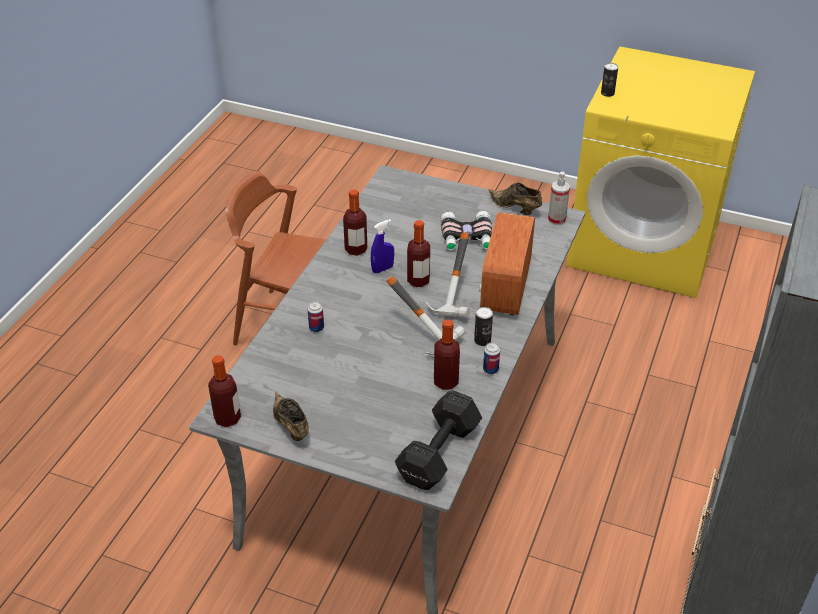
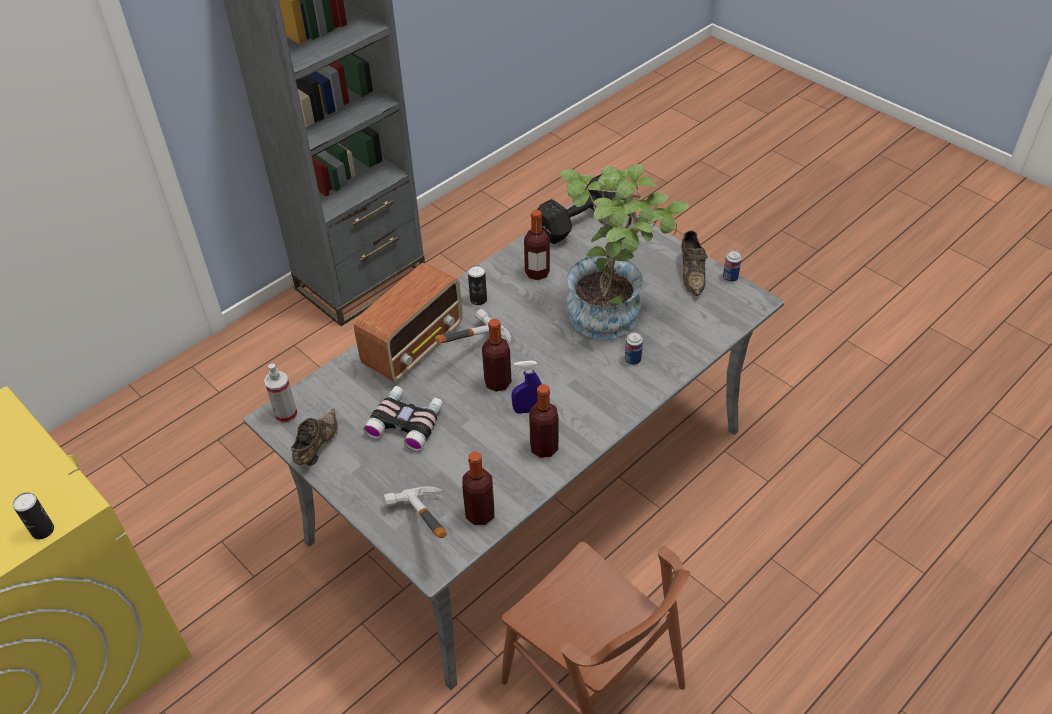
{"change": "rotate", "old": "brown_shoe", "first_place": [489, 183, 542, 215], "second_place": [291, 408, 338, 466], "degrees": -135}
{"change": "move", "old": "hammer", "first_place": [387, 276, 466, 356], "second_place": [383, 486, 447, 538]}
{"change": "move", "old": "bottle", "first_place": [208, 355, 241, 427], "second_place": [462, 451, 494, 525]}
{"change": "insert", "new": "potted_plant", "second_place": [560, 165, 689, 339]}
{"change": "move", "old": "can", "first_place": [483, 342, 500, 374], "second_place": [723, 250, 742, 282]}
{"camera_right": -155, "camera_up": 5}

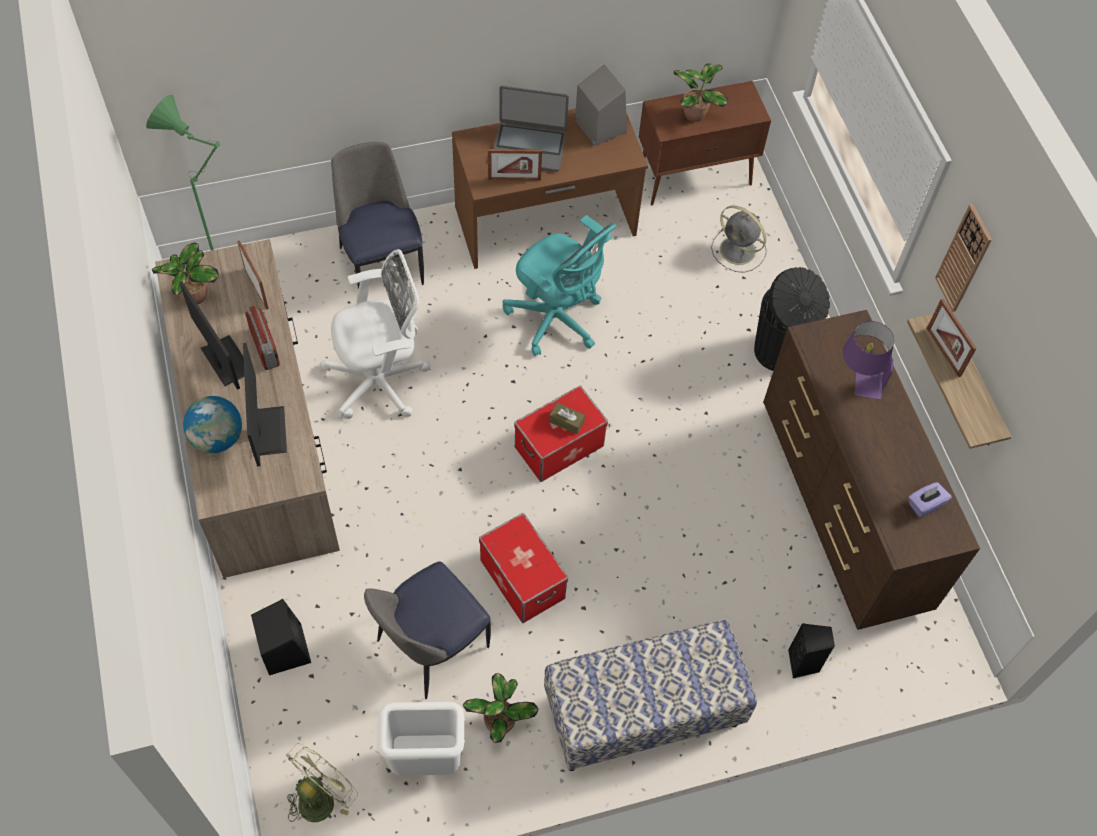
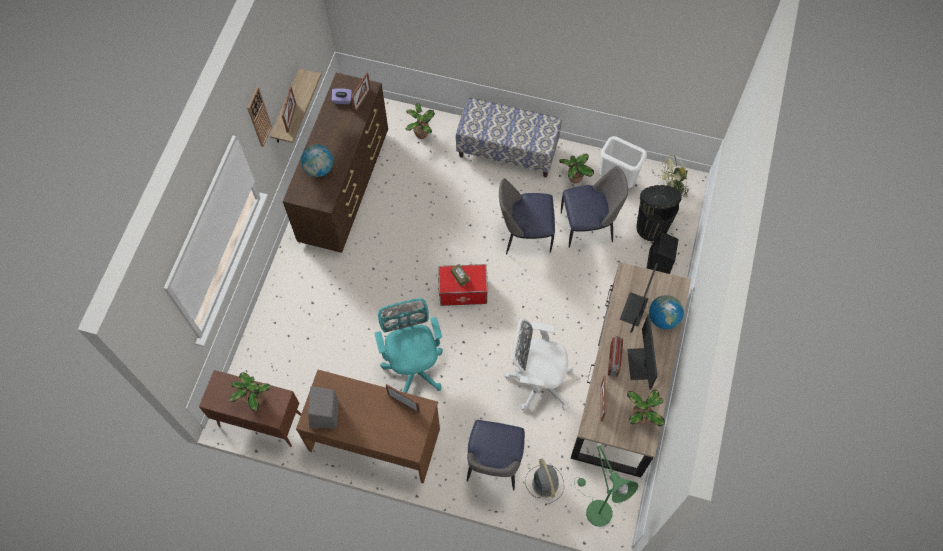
{"change": "replace", "old": "purple_table_lamp", "new": "globe", "first_place": [843, 321, 894, 400], "second_place": [301, 144, 333, 177]}
{"change": "insert", "new": "picture_frame", "second_place": [351, 72, 371, 113]}
{"change": "replace", "old": "black_speaker", "new": "potted_plant", "first_place": [788, 623, 835, 679], "second_place": [406, 103, 435, 139]}
{"change": "replace", "old": "storage_box", "new": "chair", "first_place": [479, 513, 568, 623], "second_place": [499, 178, 555, 255]}
{"change": "move", "old": "grey_fan", "first_place": [711, 205, 766, 273], "second_place": [525, 458, 564, 506]}
{"change": "move", "old": "black_trash_can", "first_place": [754, 267, 830, 371], "second_place": [636, 185, 682, 241]}
{"change": "delete", "old": "laptop", "first_place": [494, 86, 569, 172]}
{"camera_right": -145, "camera_up": 5}

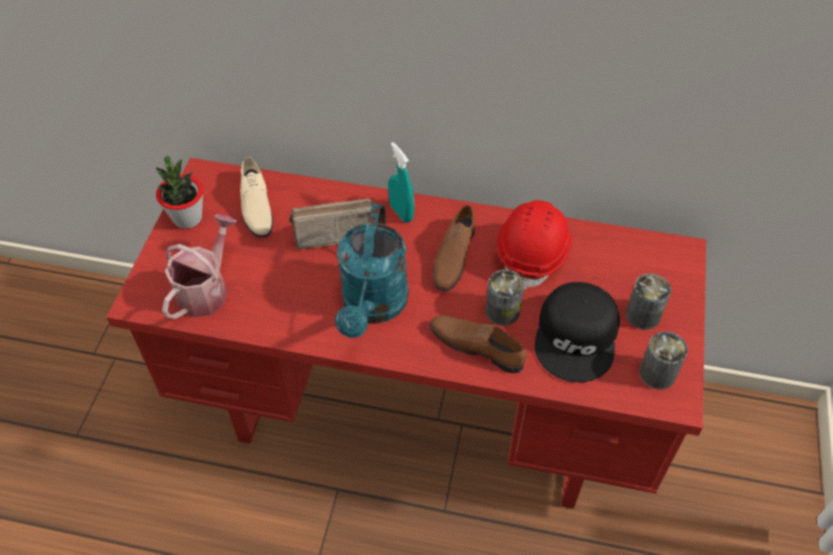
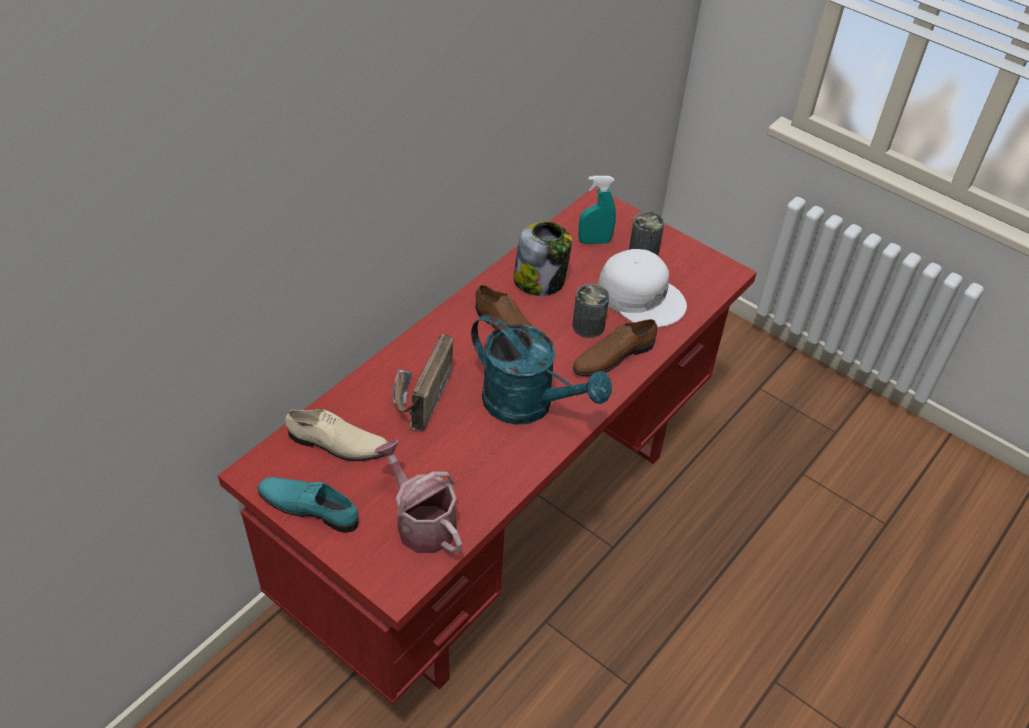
{"change": "replace", "old": "potted_plant", "new": "turquoise_shoe", "first_place": [156, 156, 203, 229], "second_place": [257, 477, 359, 533]}
{"change": "replace", "old": "red_hard_hat", "new": "jar", "first_place": [497, 200, 572, 290], "second_place": [513, 221, 572, 296]}
{"change": "move", "old": "turquoise_spray_bottle", "first_place": [388, 142, 414, 223], "second_place": [578, 176, 616, 244]}
{"change": "recolor", "old": "black_cap", "new": "white_cap", "first_place": [535, 282, 620, 382], "second_place": [598, 249, 687, 327]}
{"change": "delete", "old": "can", "first_place": [639, 332, 688, 389]}
{"camera_right": -65, "camera_up": -5}

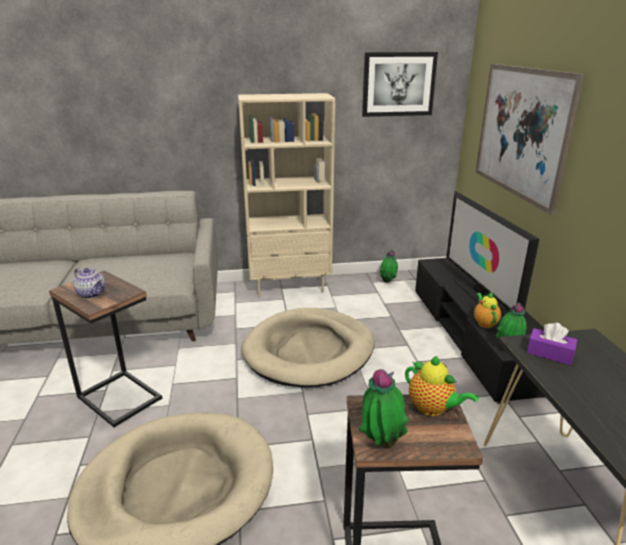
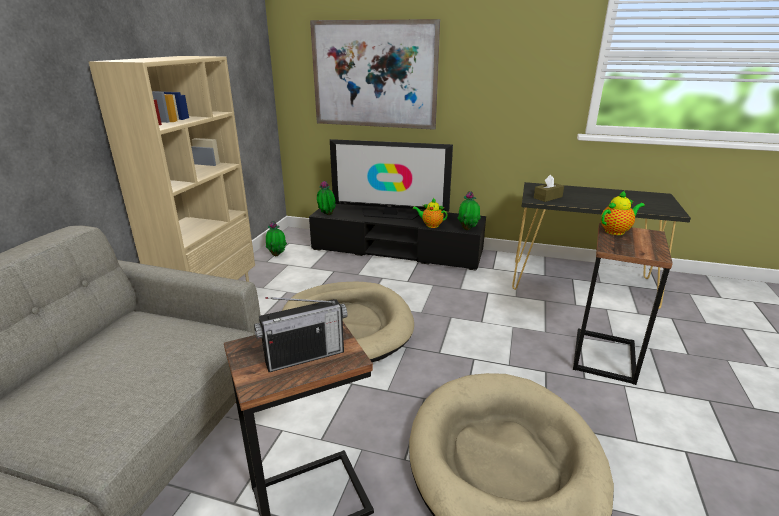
{"change": "replace", "old": "teapot", "new": "radio", "first_place": [73, 268, 105, 298], "second_place": [254, 297, 347, 372]}
{"change": "move", "old": "potted_plant", "first_place": [359, 369, 409, 448], "second_place": [317, 181, 336, 215]}
{"change": "recolor", "old": "purple_tissue_box", "new": "brown_tissue_box", "first_place": [527, 323, 577, 365], "second_place": [534, 175, 564, 202]}
{"change": "delete", "old": "picture", "first_place": [362, 52, 438, 117]}
{"camera_right": -65, "camera_up": 0}

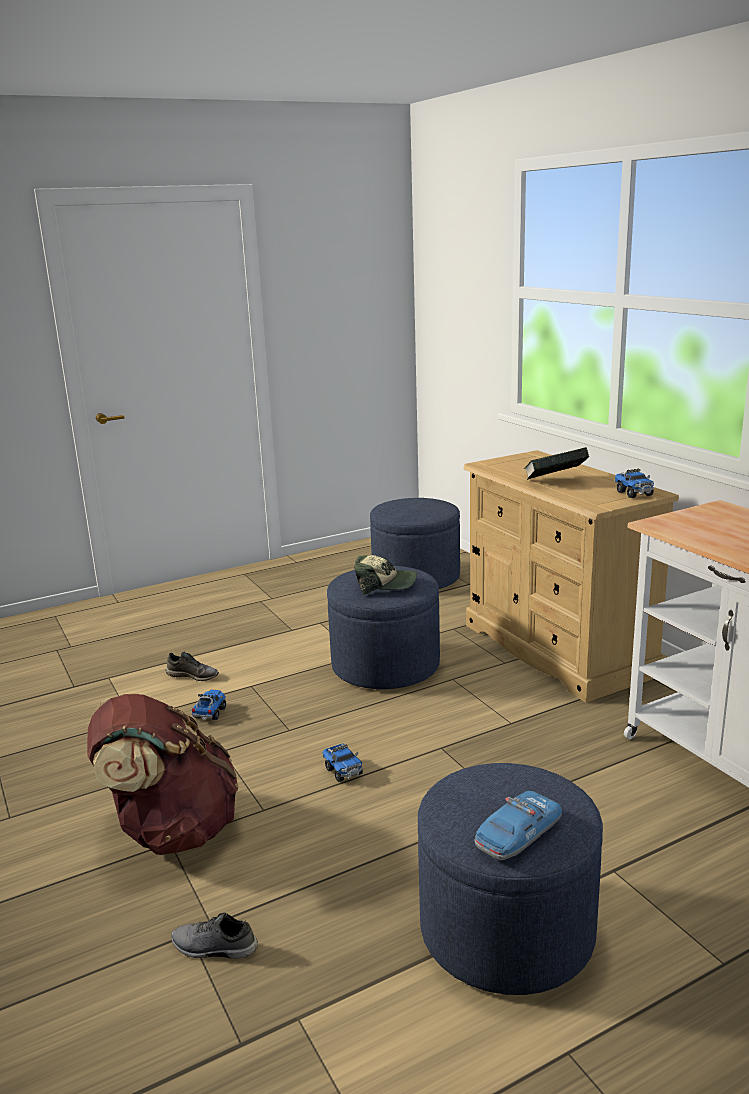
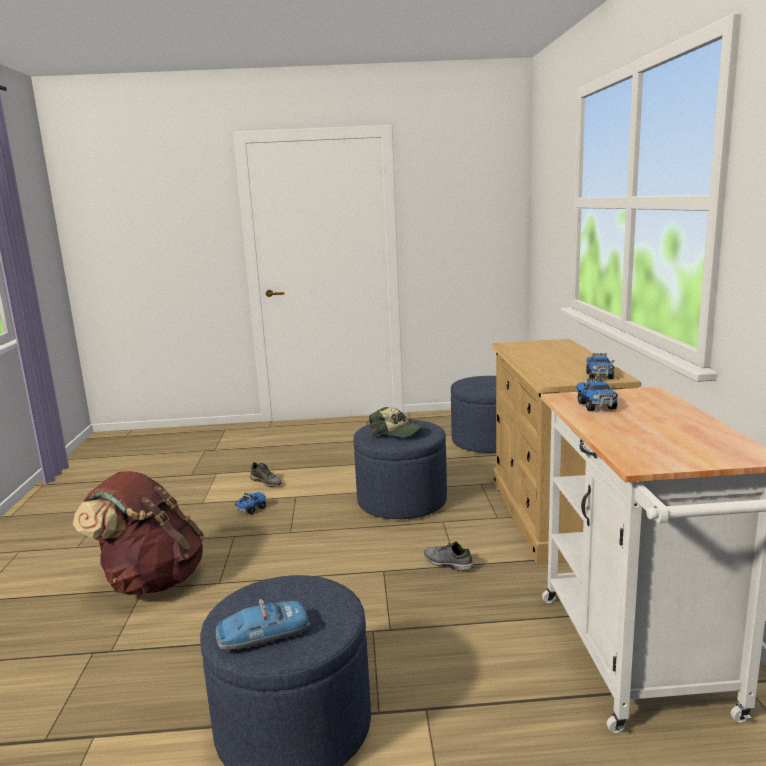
{"change": "move", "old": "grey_shoe", "first_place": [171, 912, 258, 959], "second_place": [424, 541, 474, 571]}
{"change": "move", "old": "toy_truck", "first_place": [322, 743, 363, 782], "second_place": [576, 377, 618, 411]}
{"change": "delete", "old": "book", "first_place": [524, 447, 589, 480]}
{"camera_right": 25, "camera_up": -5}

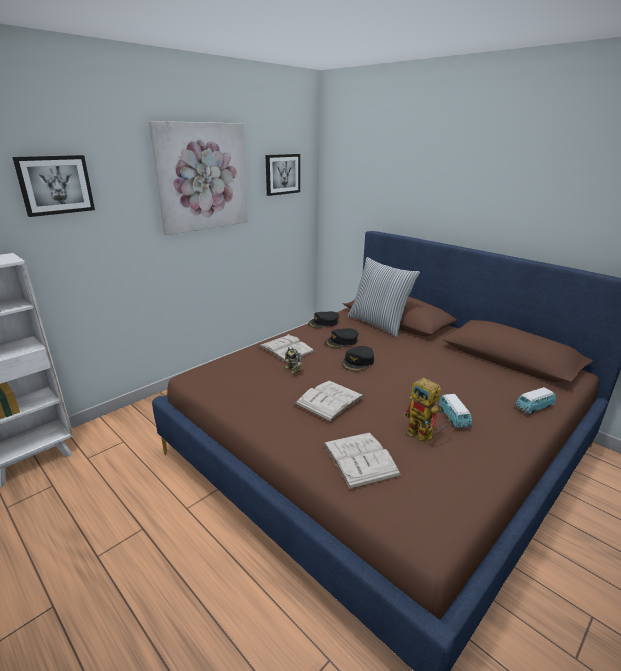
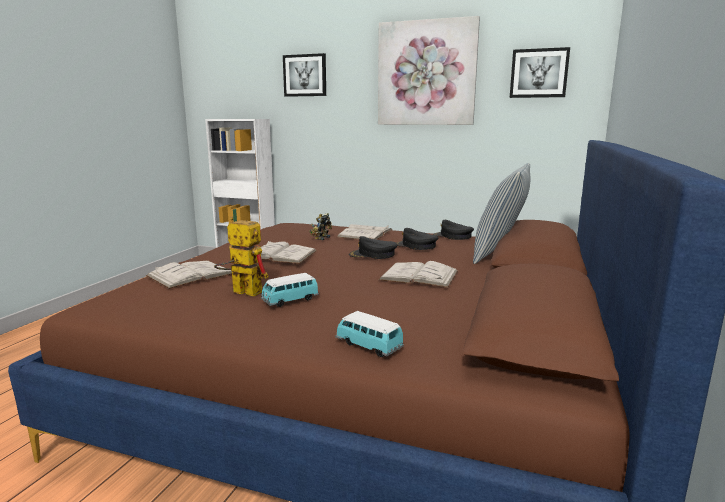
{"change": "rotate", "old": "toy_robot", "first_place": [404, 377, 450, 443], "second_place": [214, 217, 269, 297], "degrees": 90}
{"change": "insert", "new": "white_book", "second_place": [379, 261, 458, 288]}
{"camera_right": 65, "camera_up": -10}

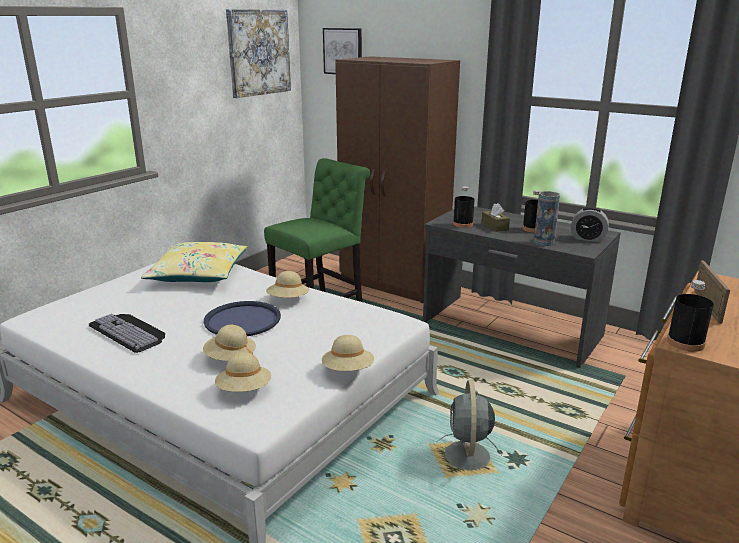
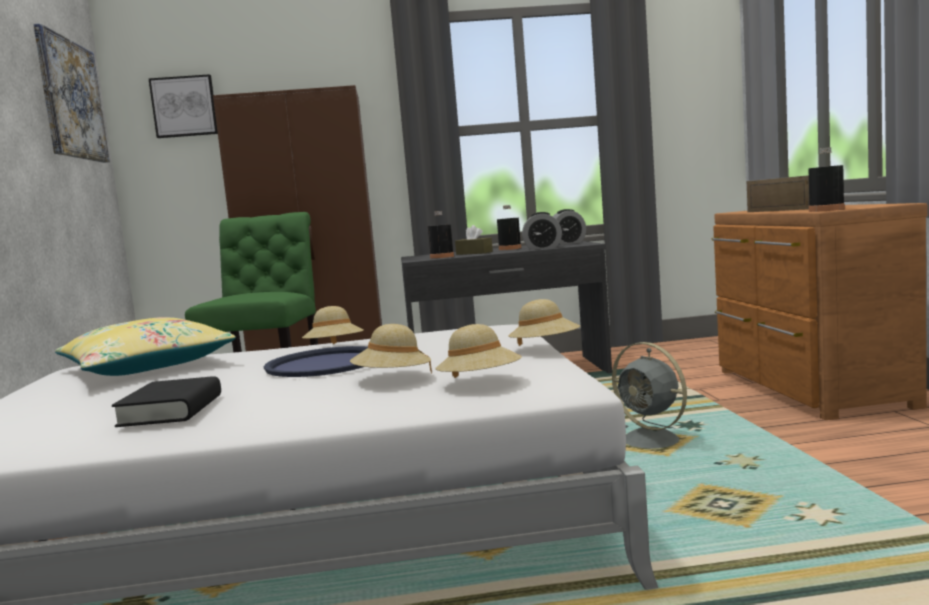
{"change": "replace", "old": "keyboard", "new": "black_book", "first_place": [89, 314, 165, 353], "second_place": [112, 376, 221, 427]}
{"change": "replace", "old": "vase", "new": "alarm_clock", "first_place": [534, 191, 560, 246], "second_place": [522, 212, 562, 250]}
{"camera_right": -40, "camera_up": -15}

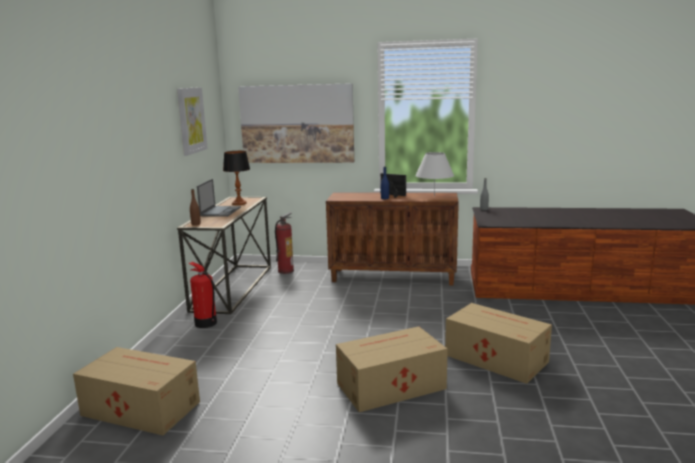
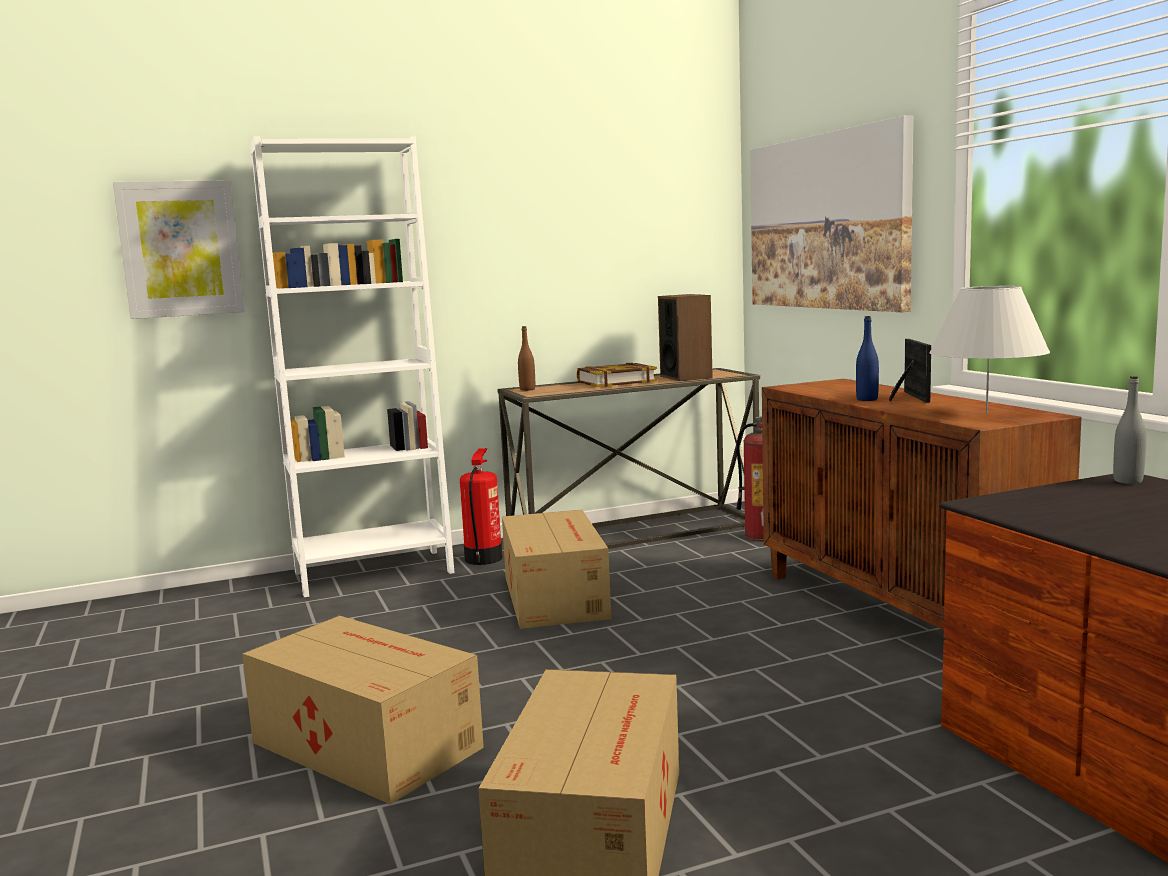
{"change": "move", "old": "picture", "first_place": [177, 87, 208, 156], "second_place": [113, 180, 245, 319]}
{"change": "insert", "new": "white_bookcase", "second_place": [251, 136, 455, 597]}
{"change": "move", "old": "cardboard_box", "first_place": [73, 347, 200, 435], "second_place": [502, 510, 611, 629]}
{"change": "replace", "old": "laptop", "new": "book", "first_place": [197, 179, 241, 217], "second_place": [577, 363, 658, 387]}
{"change": "replace", "old": "table_lamp", "new": "speaker", "first_place": [223, 151, 250, 205], "second_place": [658, 294, 713, 381]}
{"camera_right": 60, "camera_up": -5}

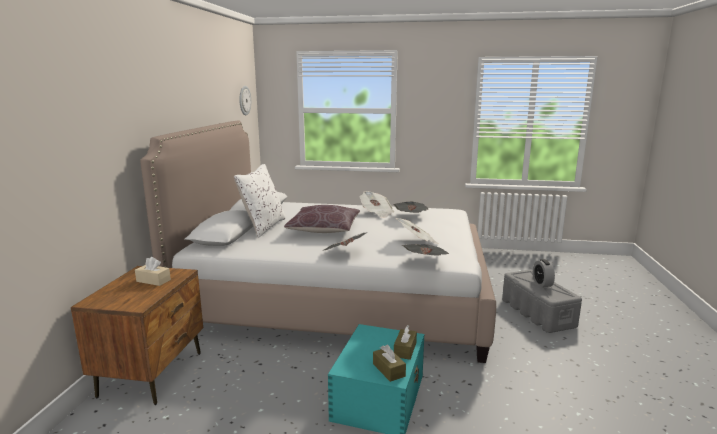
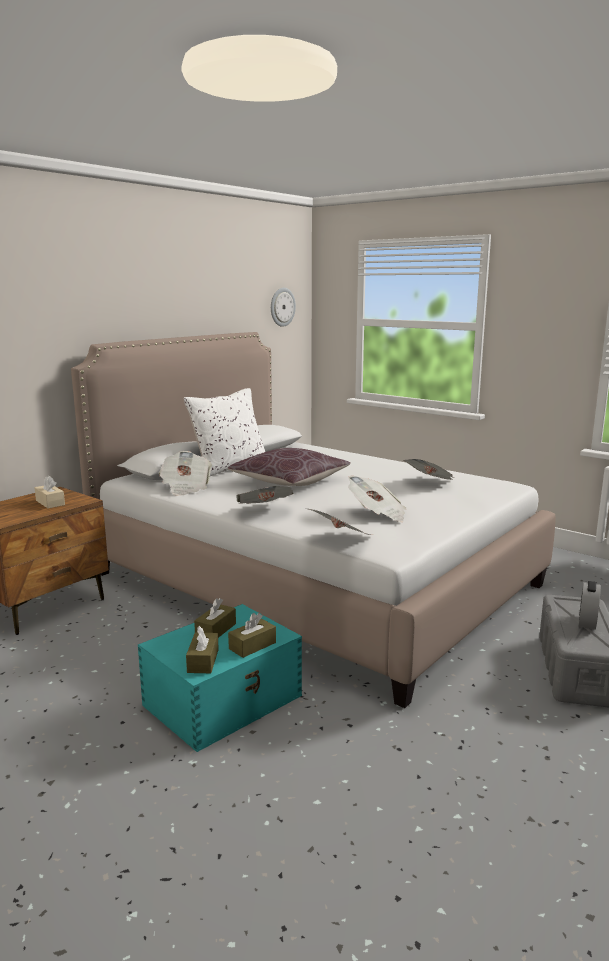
{"change": "move", "old": "newspaper", "first_place": [359, 191, 394, 218], "second_place": [159, 451, 212, 496]}
{"change": "insert", "new": "brown_tissue_box", "second_place": [194, 598, 236, 638]}
{"camera_right": 30, "camera_up": 0}

